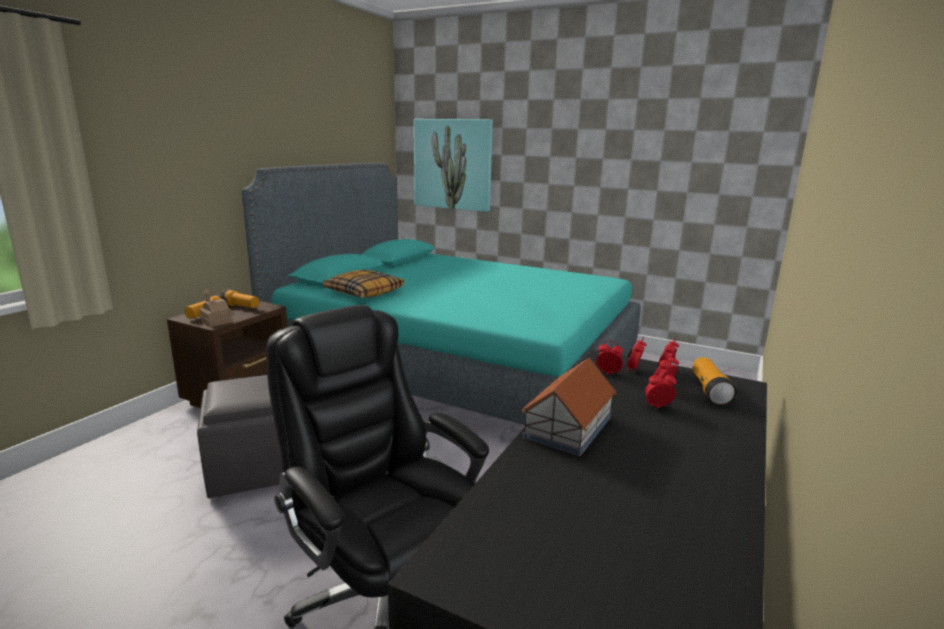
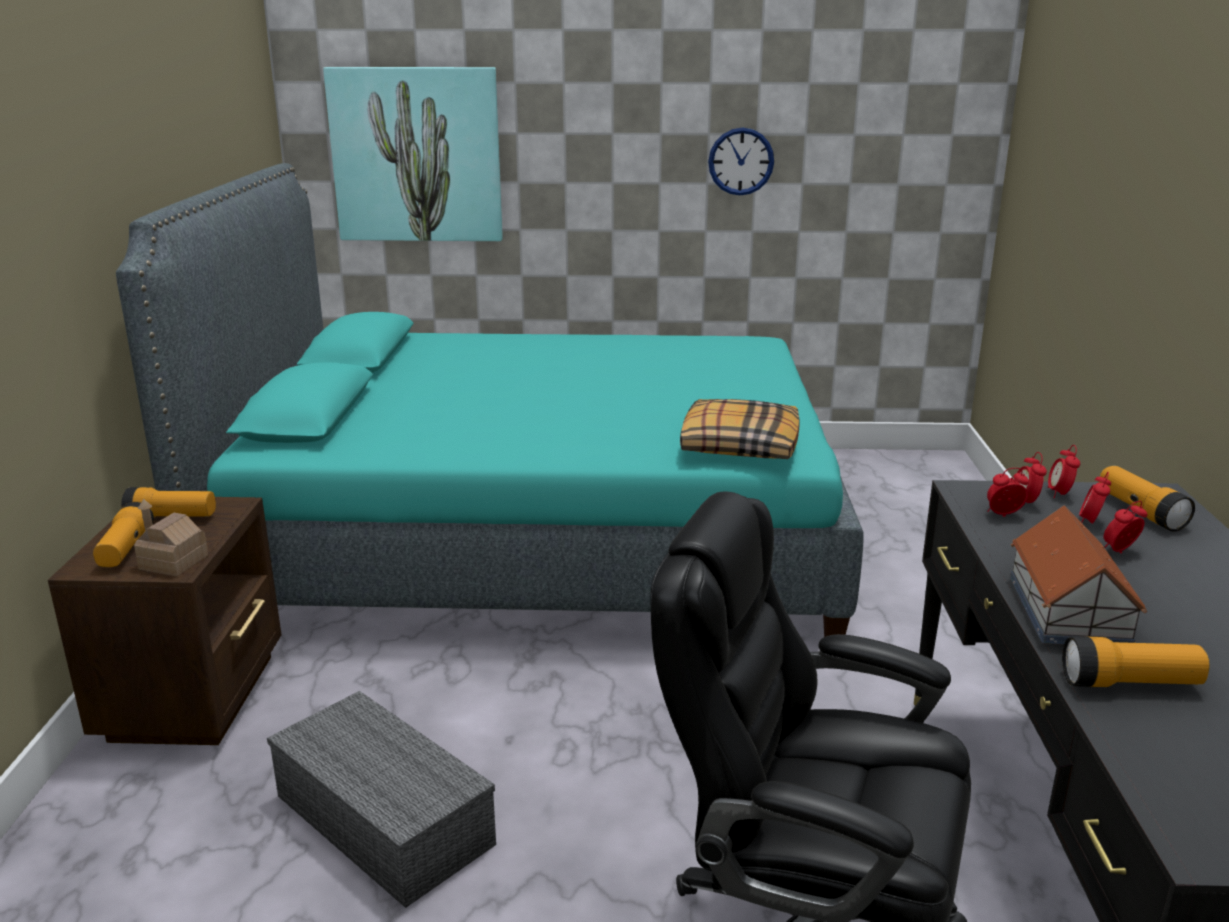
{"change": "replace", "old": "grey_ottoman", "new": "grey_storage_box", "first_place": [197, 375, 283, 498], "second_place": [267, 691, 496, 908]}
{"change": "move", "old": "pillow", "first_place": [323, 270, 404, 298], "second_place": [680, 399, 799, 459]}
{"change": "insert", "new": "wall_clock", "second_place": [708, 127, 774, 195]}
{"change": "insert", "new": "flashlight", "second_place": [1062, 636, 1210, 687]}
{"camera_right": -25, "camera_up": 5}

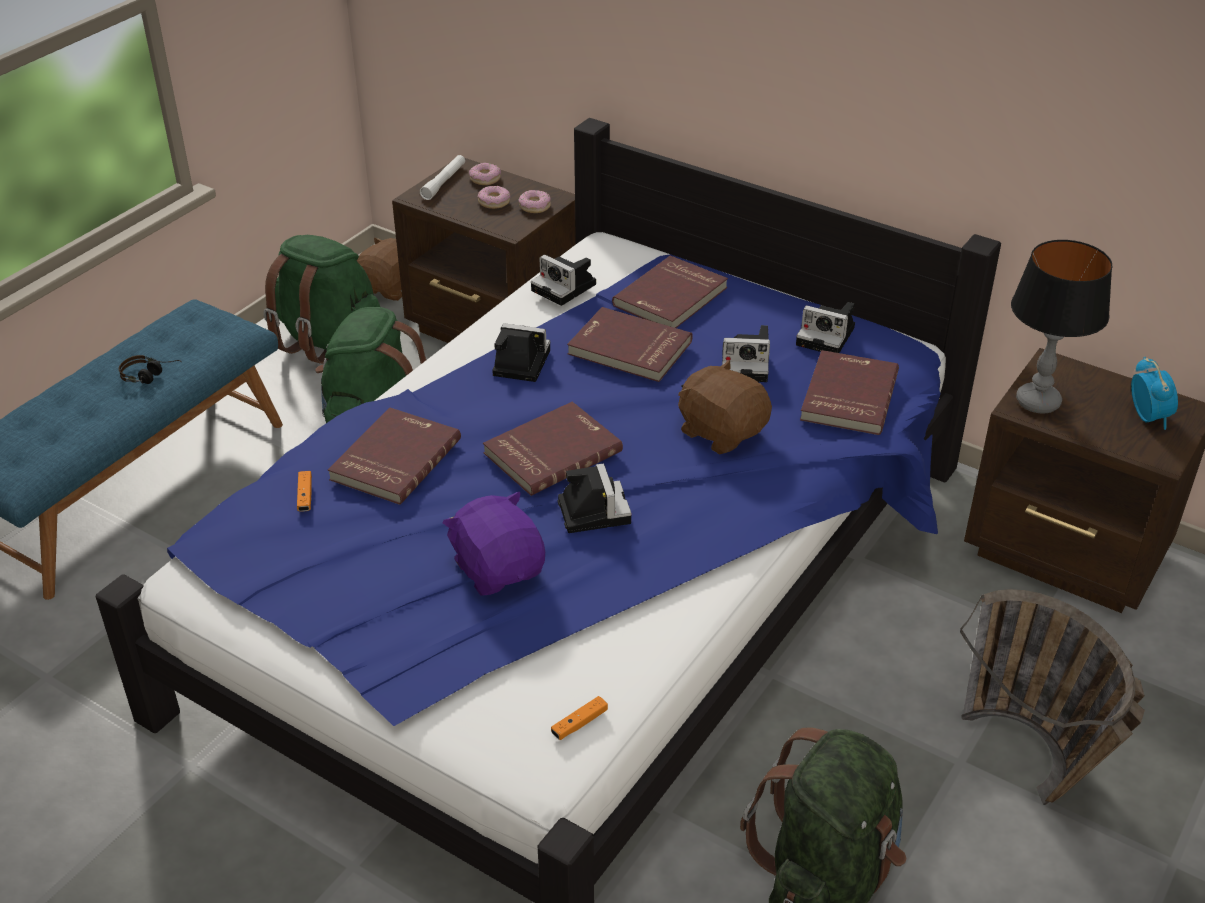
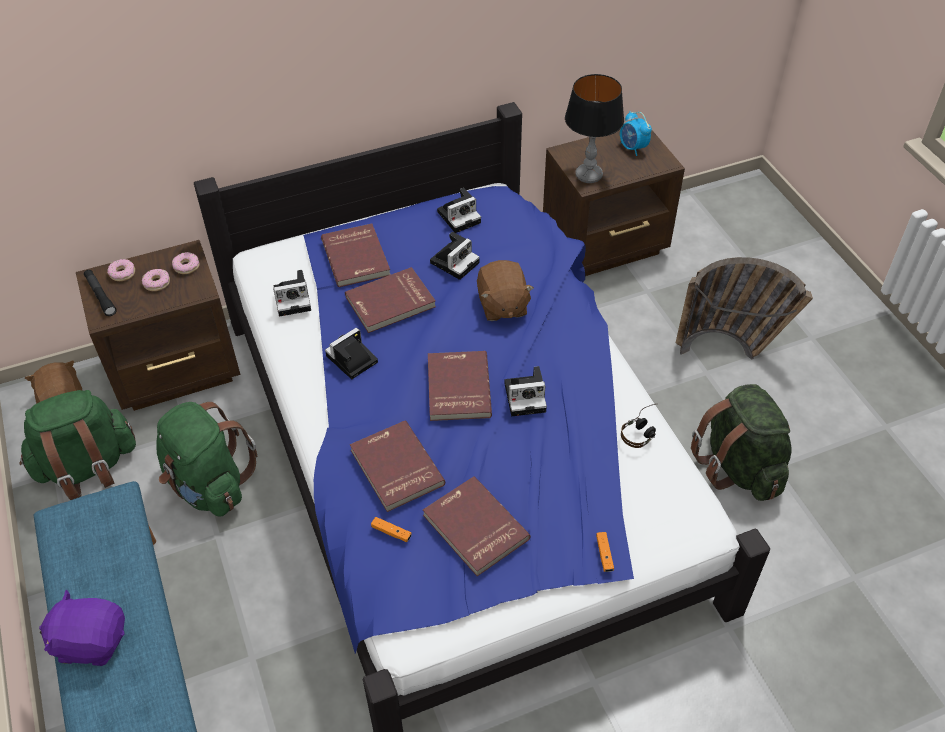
{"change": "move", "old": "purple_plush_toy", "first_place": [442, 492, 545, 596], "second_place": [39, 590, 125, 666]}
{"change": "recolor", "old": "white_flashlight", "new": "black_flashlight", "first_place": [420, 155, 465, 200], "second_place": [84, 270, 117, 316]}
{"change": "move", "old": "red_book", "first_place": [800, 350, 899, 435], "second_place": [423, 476, 530, 576]}
{"change": "rotate", "old": "brown_plush_toy", "first_place": [678, 360, 772, 455], "second_place": [477, 260, 534, 321], "degrees": -90}
{"change": "rotate", "old": "photo_camera", "first_place": [558, 463, 631, 533], "second_place": [504, 366, 547, 416], "degrees": 150}
{"change": "move", "old": "orange_game_controller", "first_place": [551, 696, 608, 740], "second_place": [596, 532, 614, 572]}
{"change": "rotate", "old": "alarm_clock", "first_place": [1131, 357, 1178, 430], "second_place": [620, 111, 652, 156], "degrees": -150}
{"change": "move", "old": "headphones", "first_place": [119, 355, 181, 384], "second_place": [621, 404, 656, 448]}
{"camera_right": -55, "camera_up": 10}

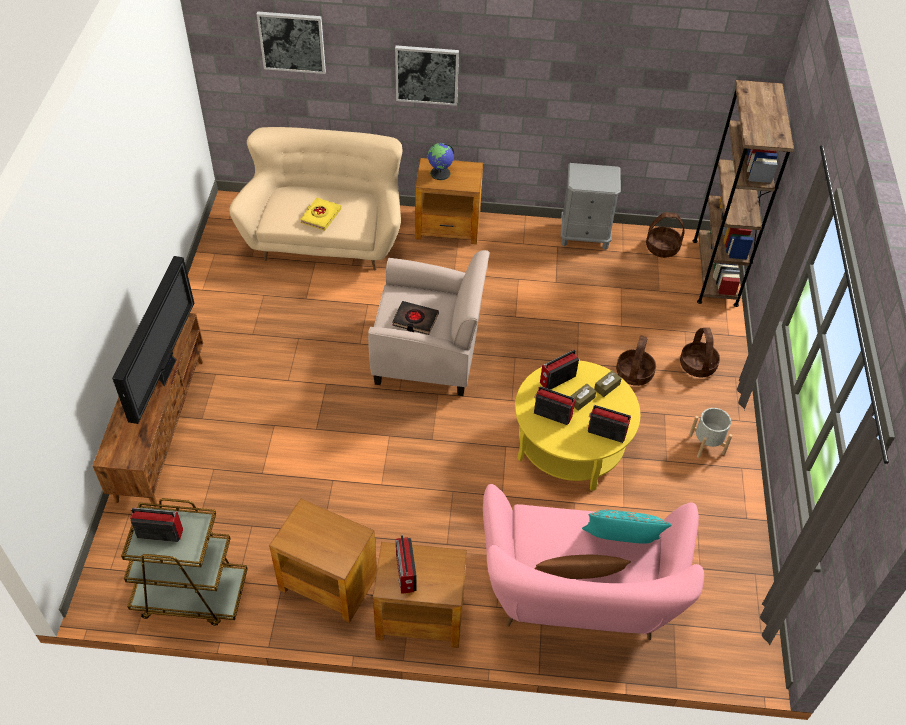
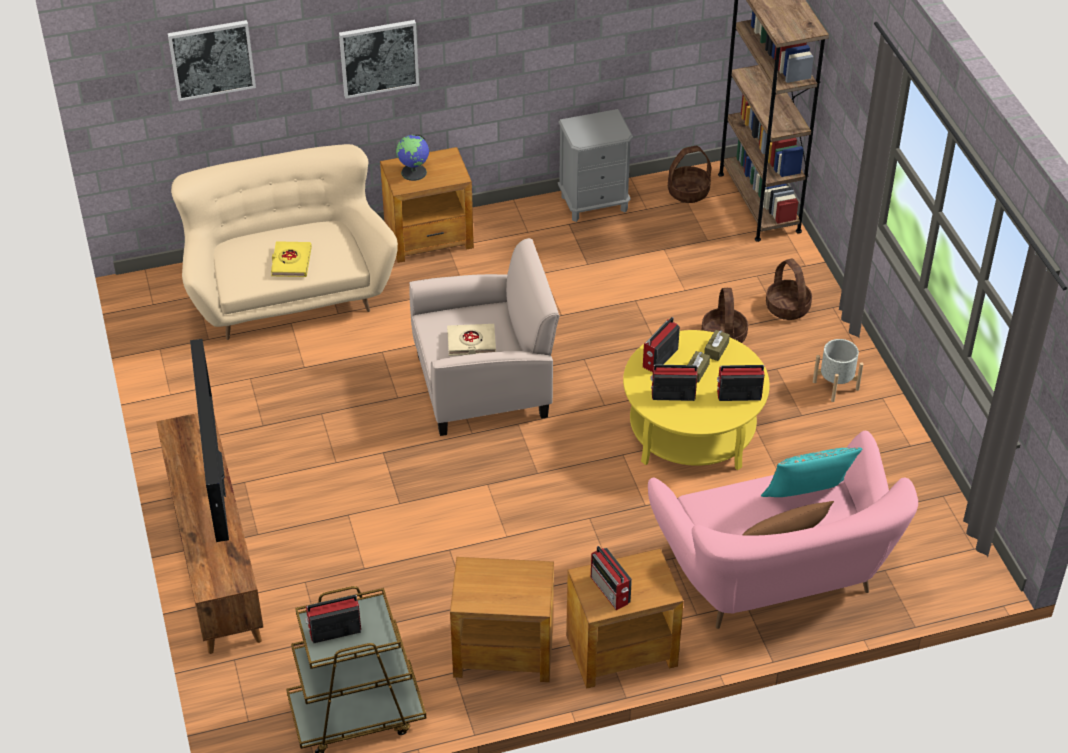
{"change": "recolor", "old": "black_book", "new": "beige_book", "first_place": [392, 301, 439, 335], "second_place": [447, 324, 496, 356]}
{"camera_right": -20, "camera_up": -5}

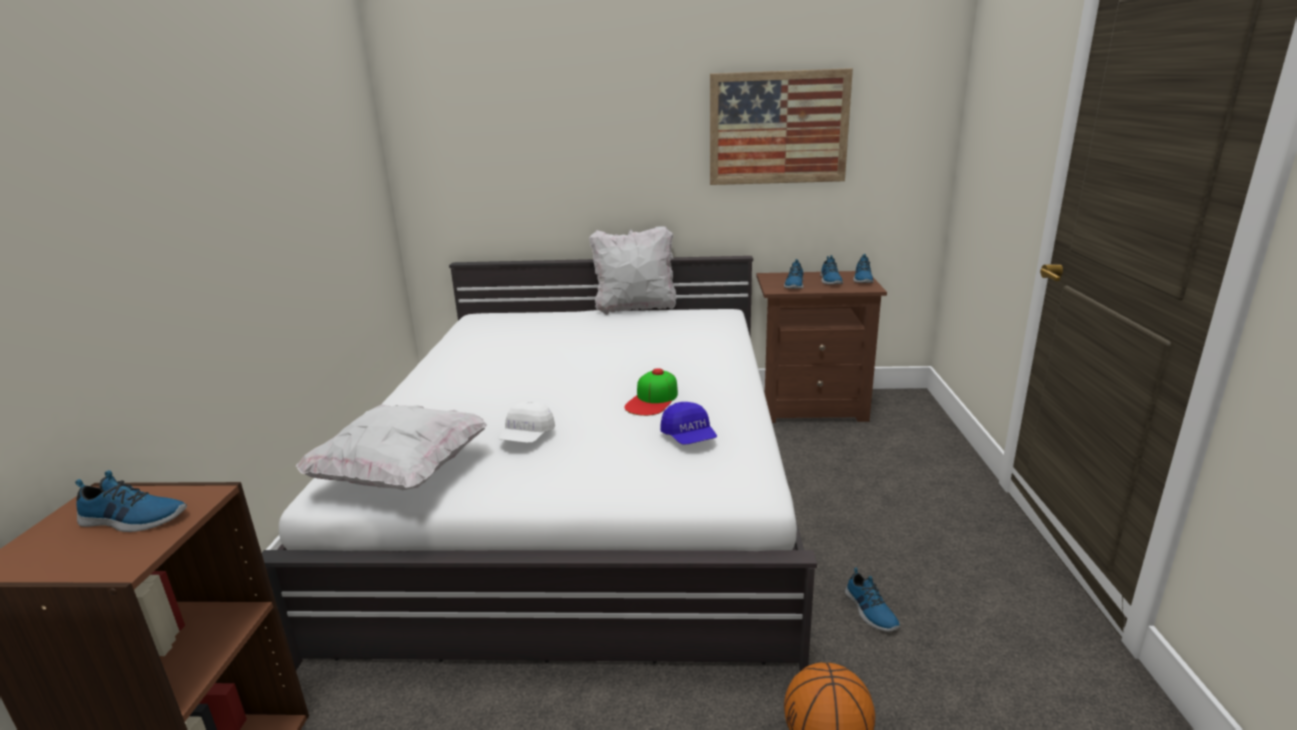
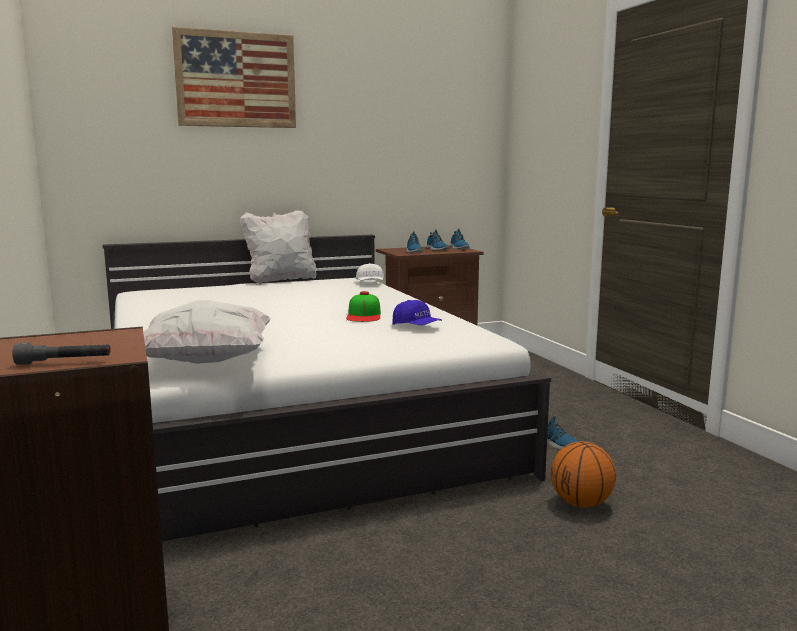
{"change": "insert", "new": "grey_flashlight", "second_place": [12, 342, 110, 364]}
{"change": "move", "old": "picture", "first_place": [710, 68, 853, 185], "second_place": [172, 27, 296, 128]}
{"change": "move", "old": "white_cap", "first_place": [498, 401, 555, 443], "second_place": [356, 263, 384, 281]}
{"change": "delete", "old": "shoe", "first_place": [75, 470, 187, 532]}
{"camera_right": -25, "camera_up": -10}

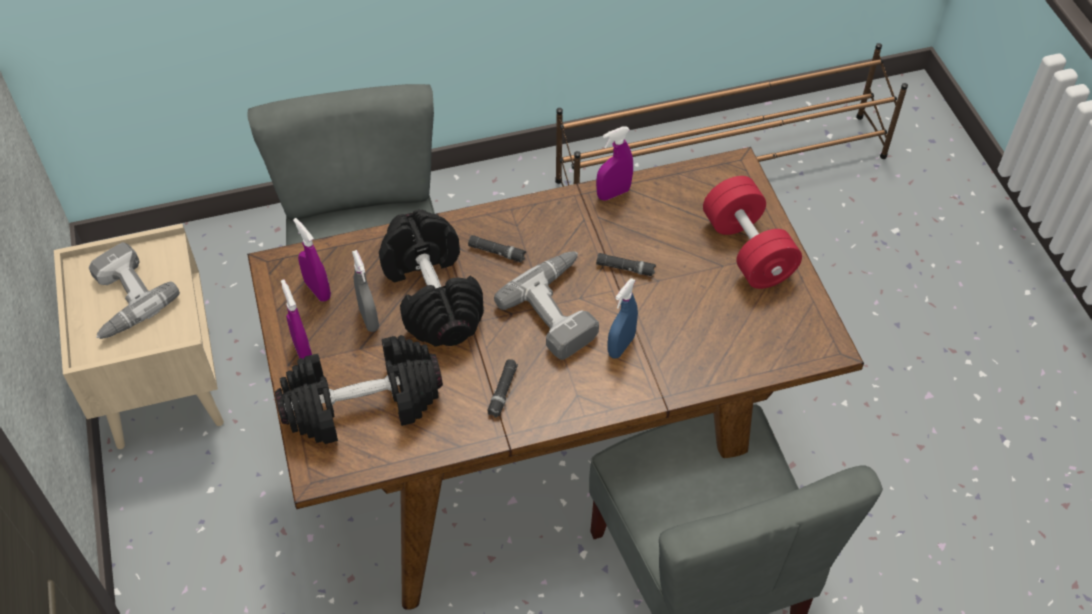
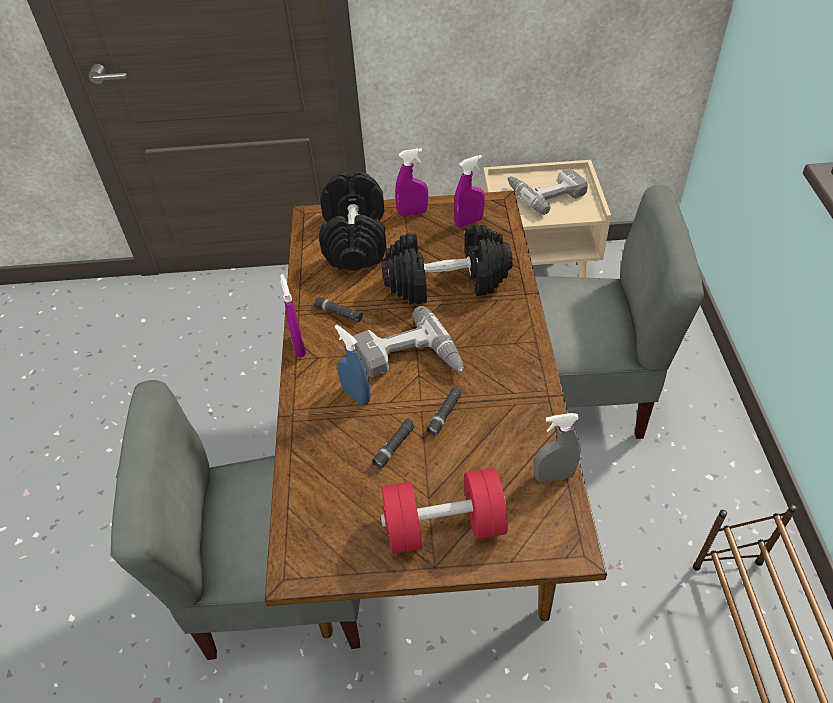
{"change": "move", "old": "purple_spray_bottle", "first_place": [596, 126, 633, 200], "second_place": [280, 274, 306, 357]}
{"change": "move", "old": "black_flashlight", "first_place": [468, 235, 526, 263], "second_place": [372, 418, 416, 469]}
{"change": "move", "old": "grey_spray_bottle", "first_place": [352, 250, 379, 332], "second_place": [534, 413, 581, 482]}
{"camera_right": 105, "camera_up": -5}

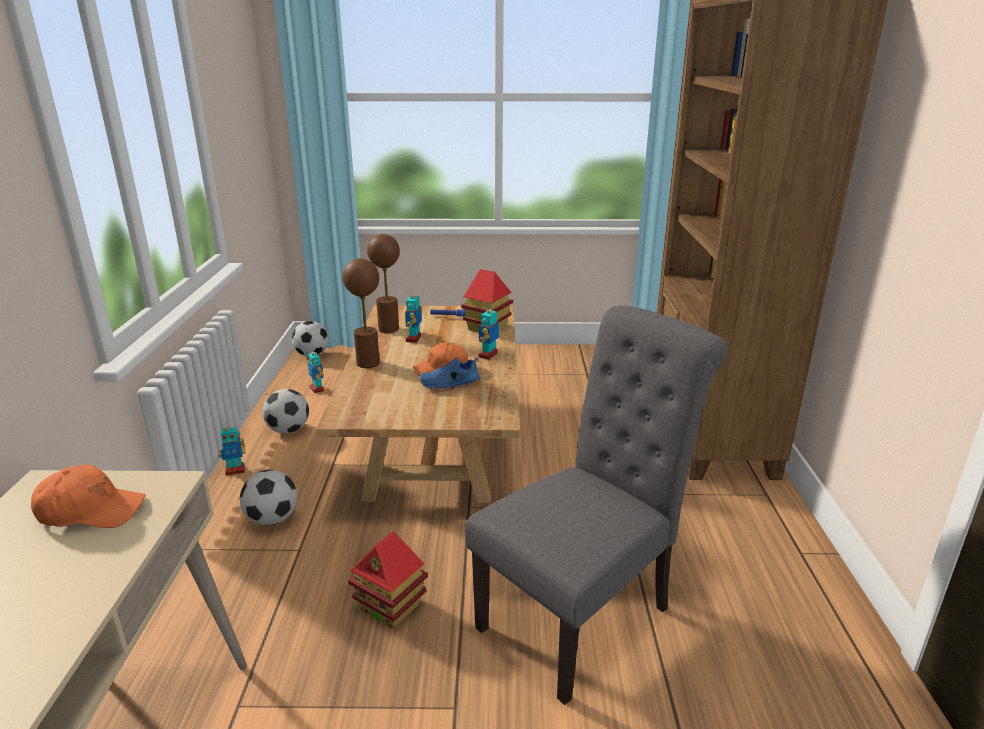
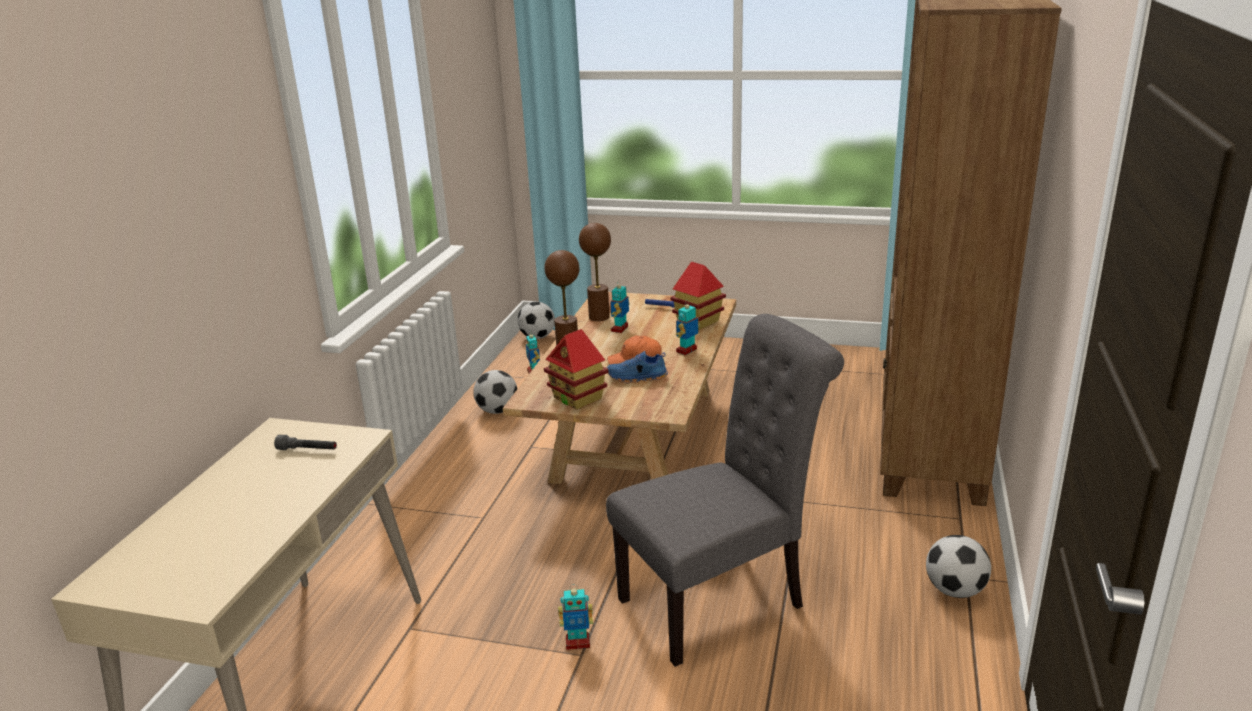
{"change": "replace", "old": "orange_cap", "new": "grey_flashlight", "first_place": [31, 465, 145, 528], "second_place": [274, 435, 337, 450]}
{"change": "move", "old": "toy_house", "first_place": [348, 531, 428, 628], "second_place": [544, 329, 609, 410]}
{"change": "move", "old": "toy_robot", "first_place": [218, 422, 246, 476], "second_place": [558, 584, 593, 650]}
{"change": "move", "old": "football", "first_place": [240, 470, 297, 526], "second_place": [926, 535, 991, 598]}
{"camera_right": 15, "camera_up": 0}

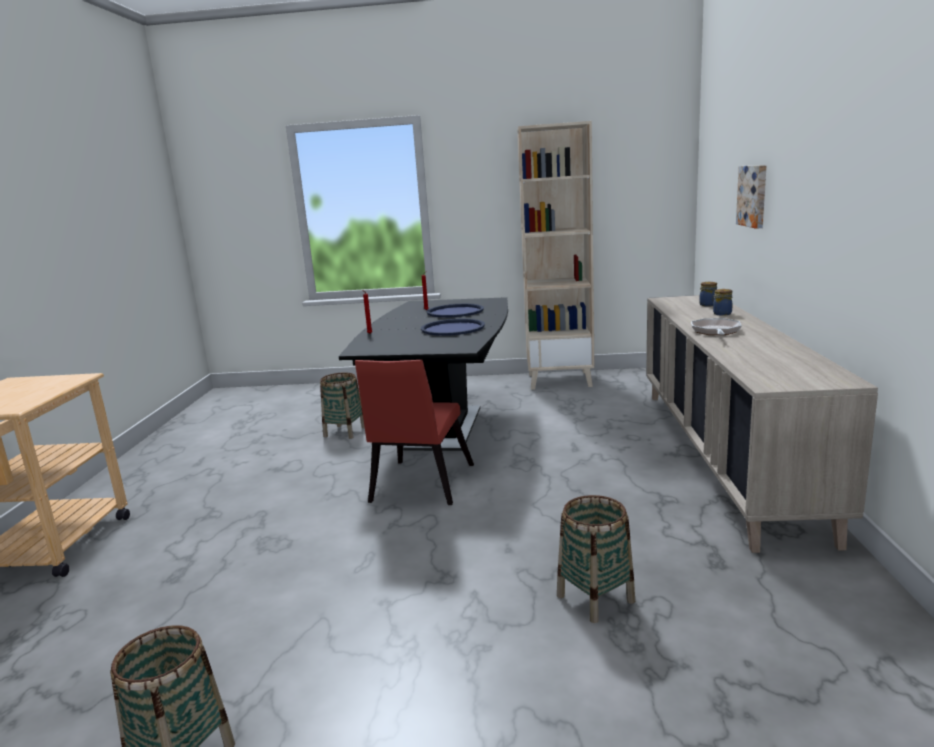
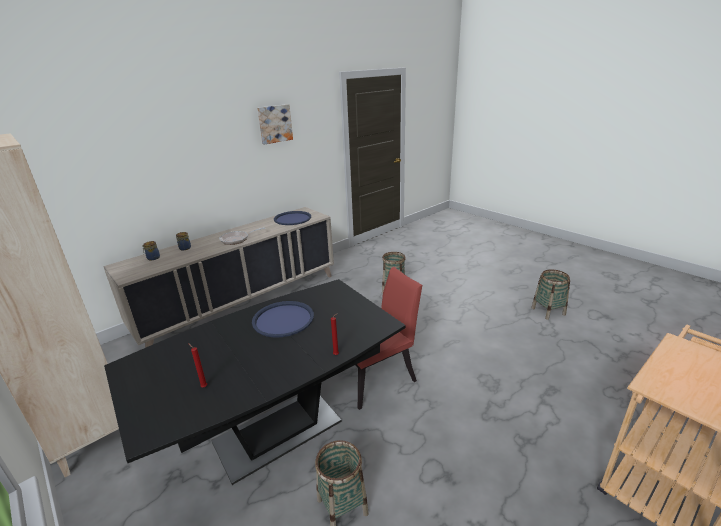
{"change": "move", "old": "picture", "first_place": [736, 165, 767, 229], "second_place": [257, 104, 293, 145]}
{"change": "move", "old": "blue_tray", "first_place": [426, 304, 484, 318], "second_place": [274, 211, 311, 225]}
{"camera_right": -135, "camera_up": 10}

